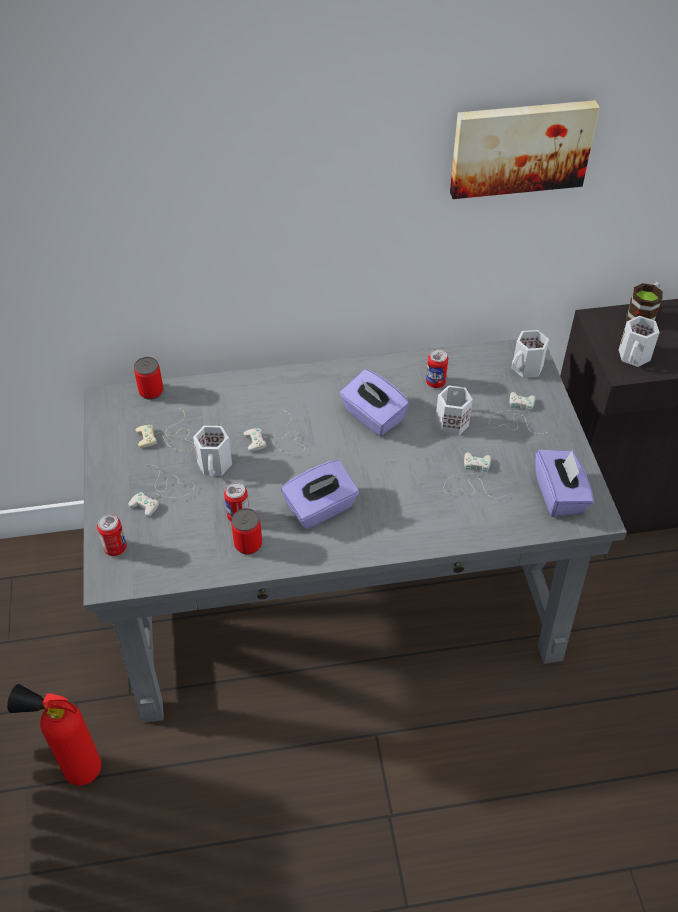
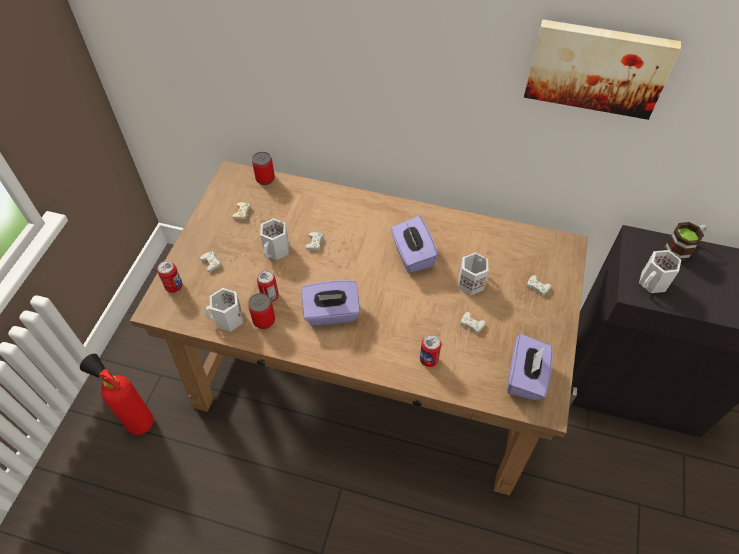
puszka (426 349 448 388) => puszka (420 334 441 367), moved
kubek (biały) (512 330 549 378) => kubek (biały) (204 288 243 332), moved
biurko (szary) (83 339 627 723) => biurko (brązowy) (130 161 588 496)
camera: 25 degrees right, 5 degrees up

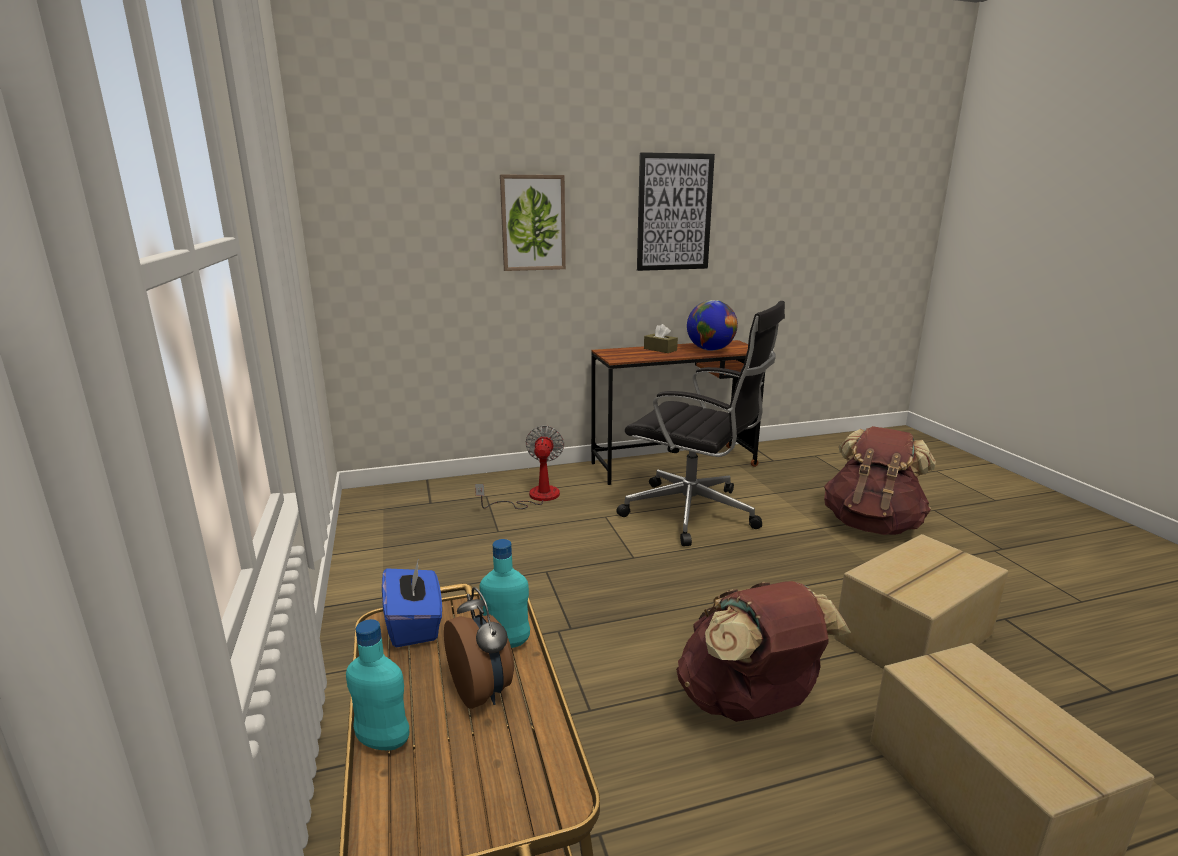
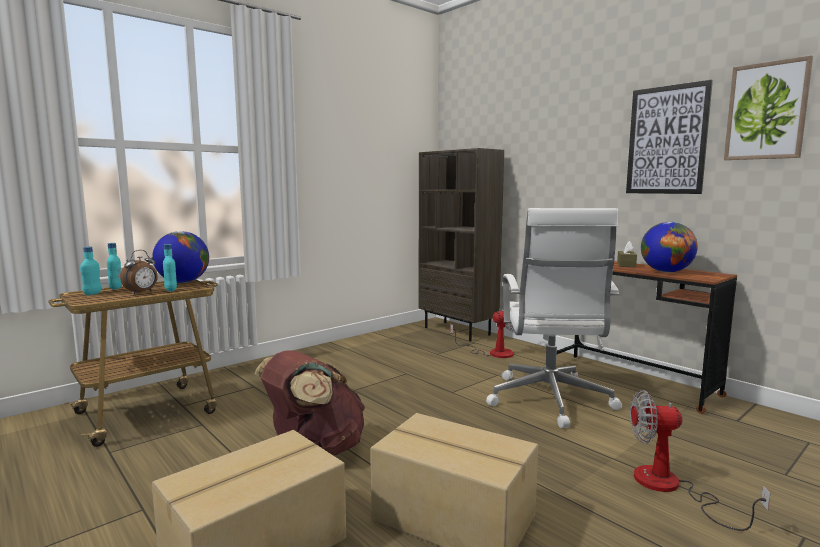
nothing => butelka (turkusowy) (80 247 102 295)
nothing => regał (brązowy) (418 148 504 341)
obraz (500 174 566 271) => obraz (724 55 813 160), moved
pudełko chusteczek (niebieski) (382 558 442 648) => globus (152 231 209 283)
plecak (brązowy) (824 426 936 535) => wentylator (630 390 770 531)
krzesło biurowe (czarny) (616 301 785 546) => krzesło biurowe (biały) (486 208 622 428)
camera: 65 degrees right, 10 degrees down

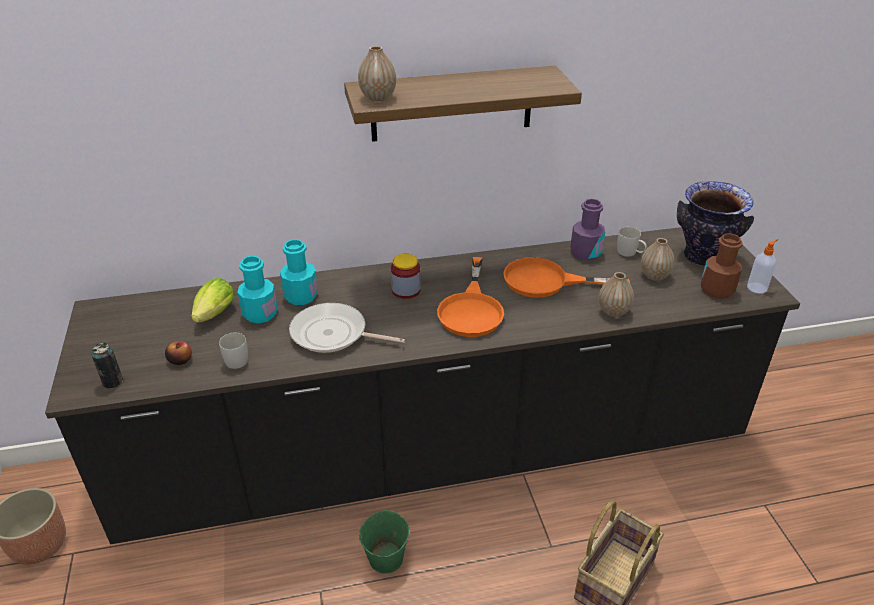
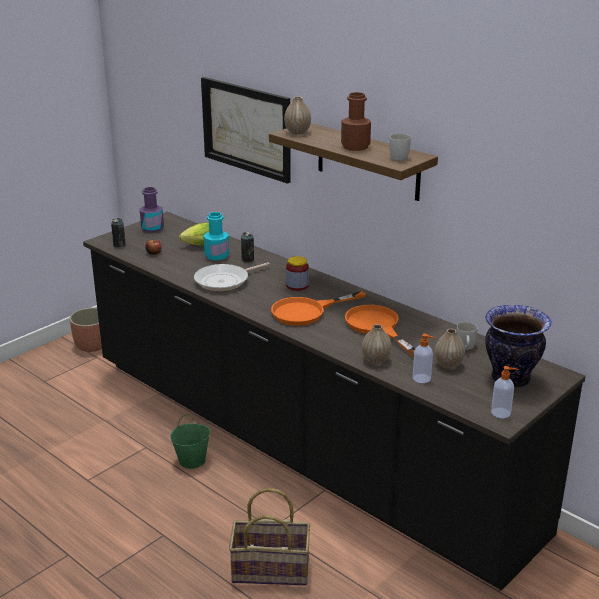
nothing => obraz (201 77 291 184)
nothing => dozownik mydła (413 334 435 383)
kubek (biały) (219 333 248 369) => kubek (biały) (390 134 411 161), moved
butelka (fioletowy) (570 199 605 261) => butelka (fioletowy) (140 187 164 232), moved
butelka (brązowy) (701 233 743 299) => butelka (brązowy) (341 92 371 151), moved
butelka (turkusowy) (280 239 318 305) => puszka (241 232 254 262)
patelnia (289 303 405 353) => patelnia (194 262 270 291), 105 degrees counterclockwise
camera: 55 degrees right, 10 degrees down

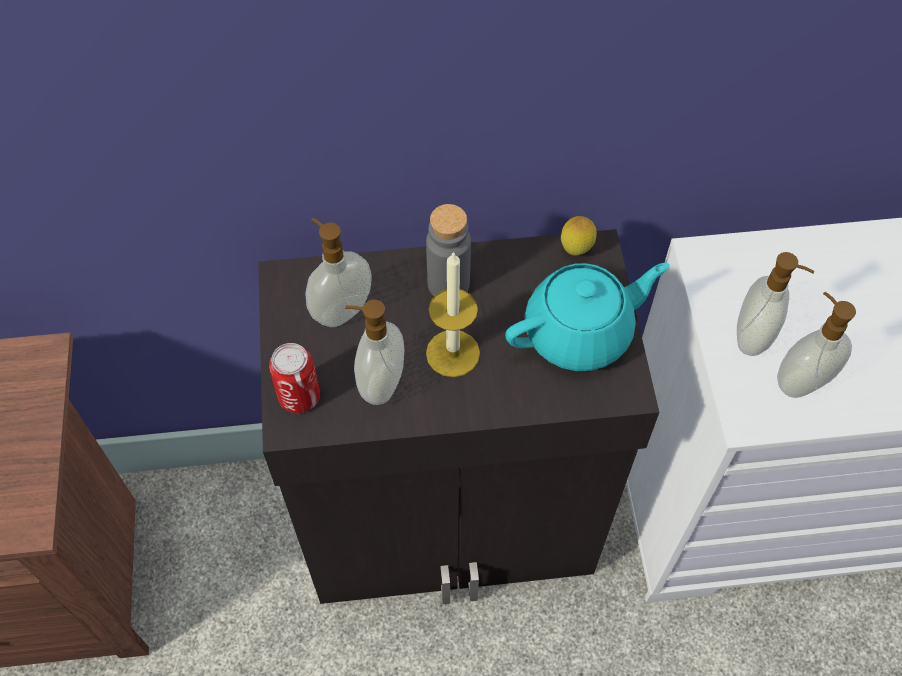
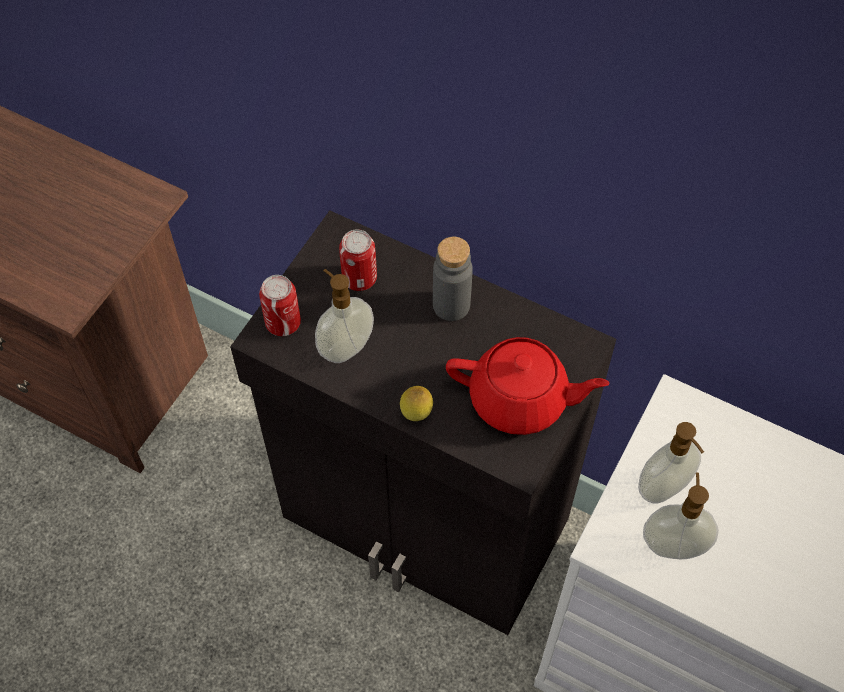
świeca (426 252 480 377) => nothing
cytryna (561 216 597 255) => cytryna (400 386 433 421), moved
dozownik mydła (305 218 372 327) => puszka (339 229 377 291)
imbryk (turkusowy) (505 263 670 371) => imbryk (czerwony) (446 337 610 435)
camera: 35 degrees right, 0 degrees up

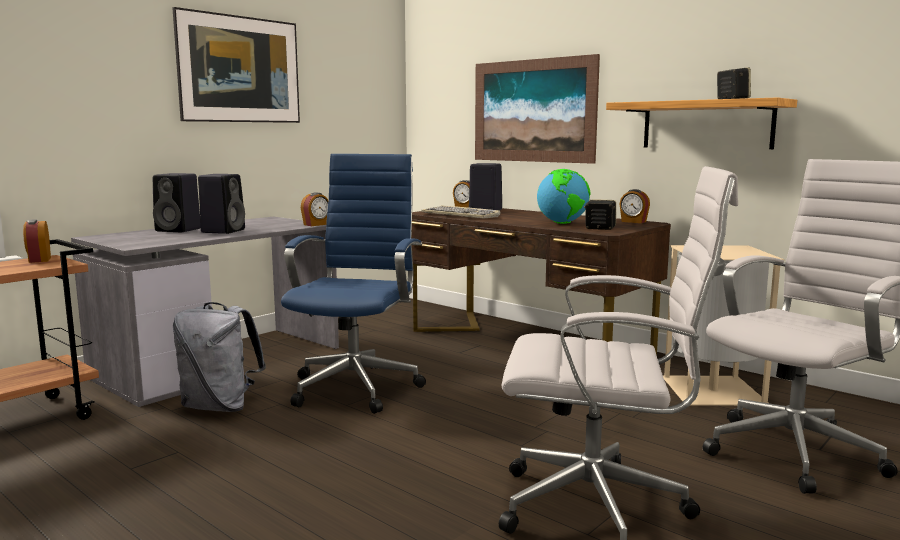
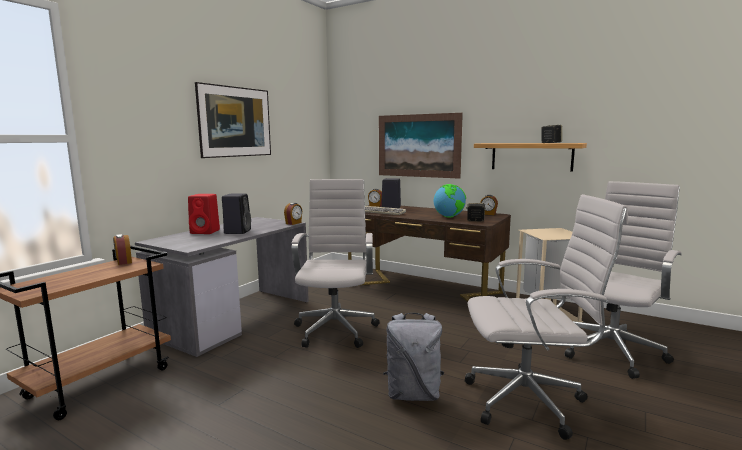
plecak (szary) (173 302 266 412) => plecak (szary) (383 313 444 401), moved
głośnik (czarny) (153 173 201 232) => głośnik (czerwony) (188 194 220 234)
krzesło biurowe (niebieski) (281 154 426 414) => krzesło biurowe (biały) (292 179 380 348)
camera: 10 degrees left, 0 degrees up

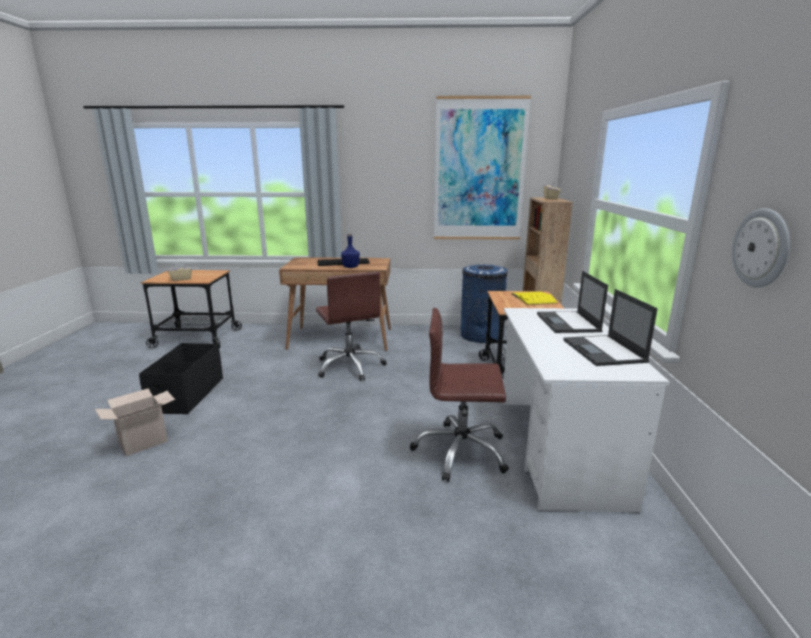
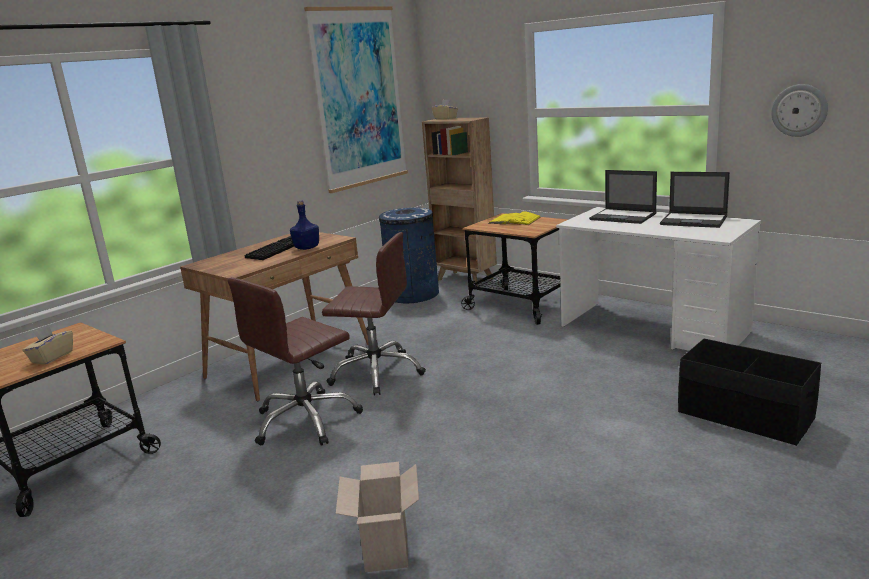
pojemnik do przechowywania (czarny) (139 343 223 414) => pojemnik do przechowywania (czarny) (678 339 821 446), moved
krzesło biurowe (brązowy) (410 308 509 482) => krzesło biurowe (brązowy) (228 278 363 446), moved
camera: 50 degrees left, 0 degrees up

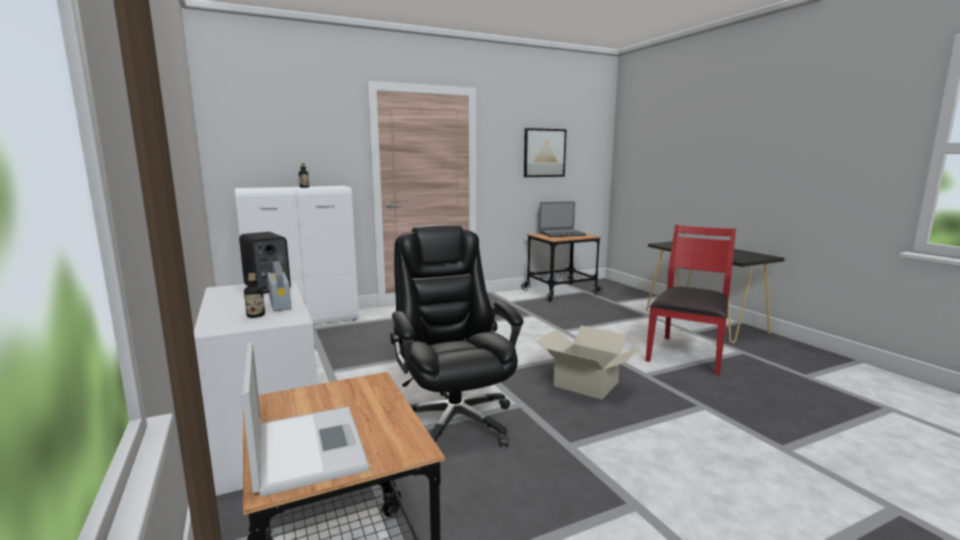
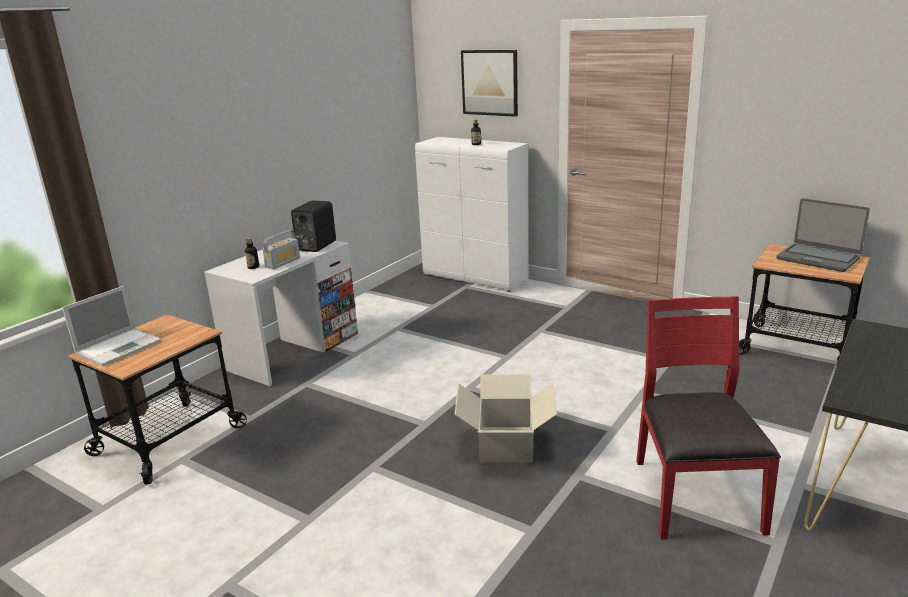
krzesło biurowe (czarny) (390 225 523 447) => nothing
obraz (524 128 567 177) => obraz (461 50 518 117), moved
krzesło (czerwony) (645 225 736 376) => krzesło (czerwony) (636 296 781 539), 90 degrees counterclockwise
camera: 60 degrees right, 10 degrees up

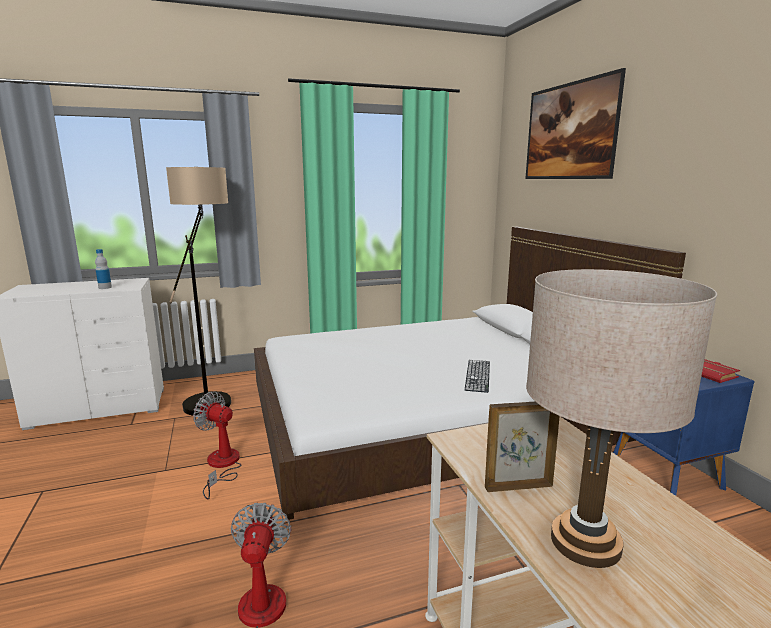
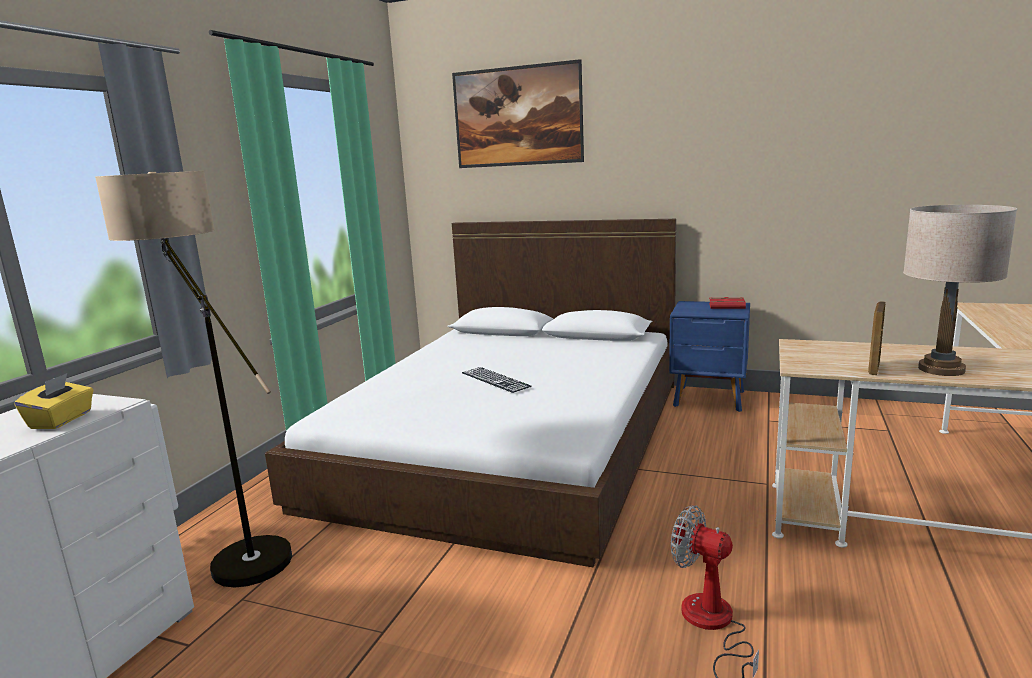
wentylator (193 392 241 499) => nothing
klawiatura (465 360 490 393) => klawiatura (462 367 532 393), moved
butelka (95 249 112 289) => pudełko chusteczek (żółty) (14 373 94 429)
camera: 50 degrees left, 0 degrees up

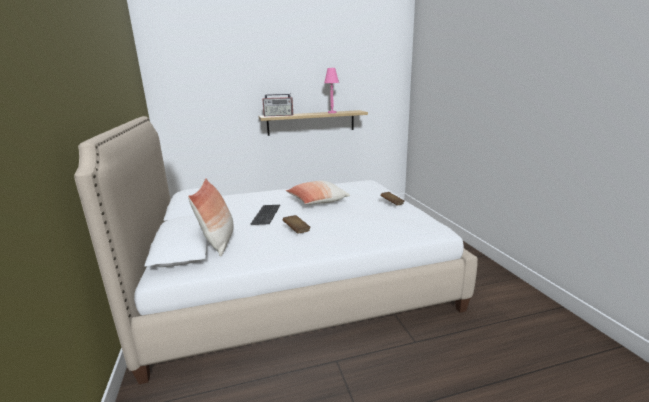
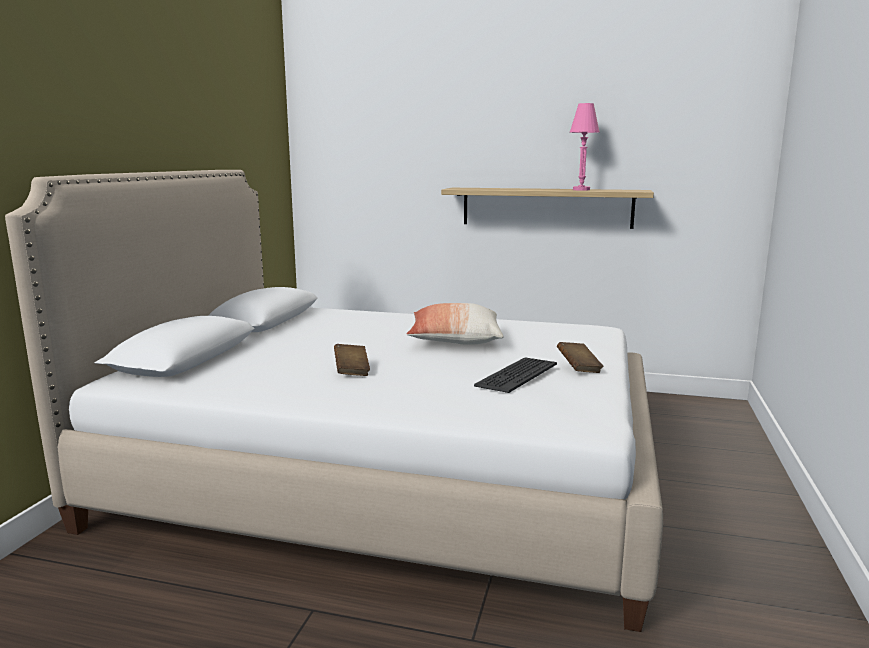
poduszka (188 178 234 257) => nothing
radio (262 93 293 116) => nothing
klawiatura (250 205 280 225) => klawiatura (474 357 557 393), moved
camera: 30 degrees right, 5 degrees down

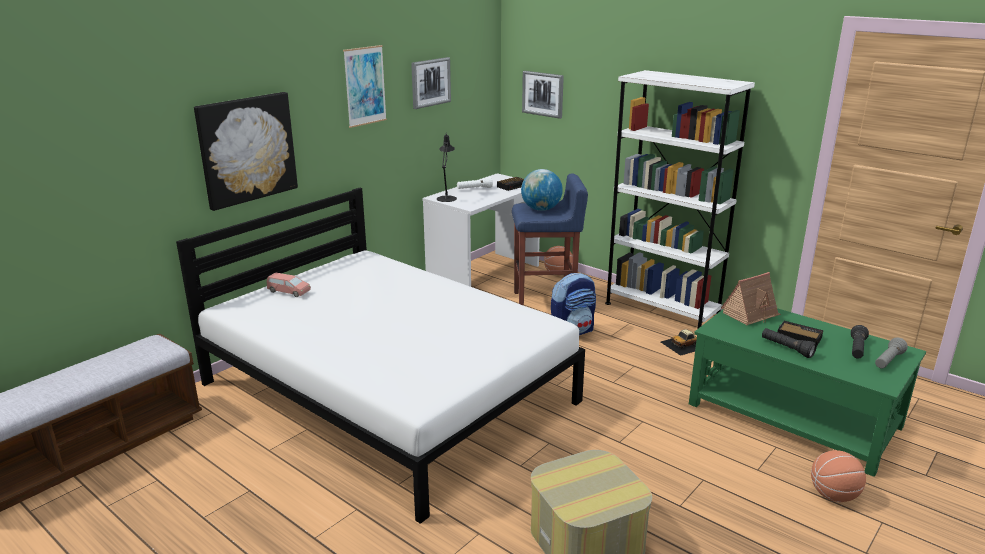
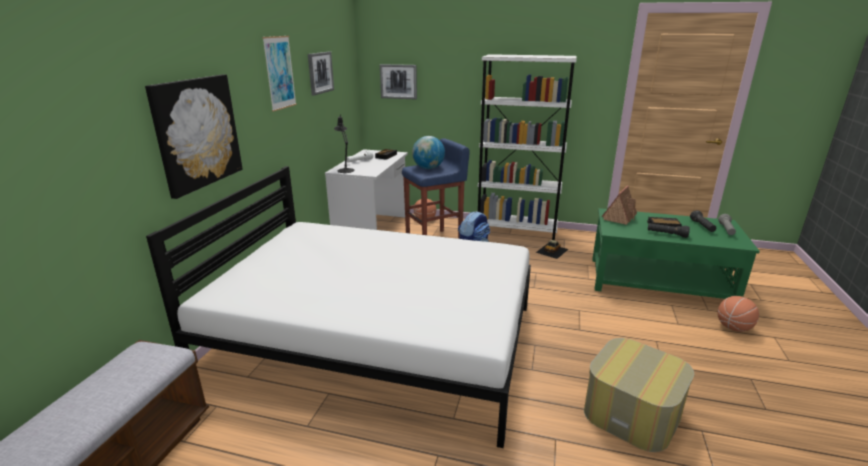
samochodzik (różowy) (267 272 311 297) => nothing
camera: 25 degrees left, 0 degrees up

